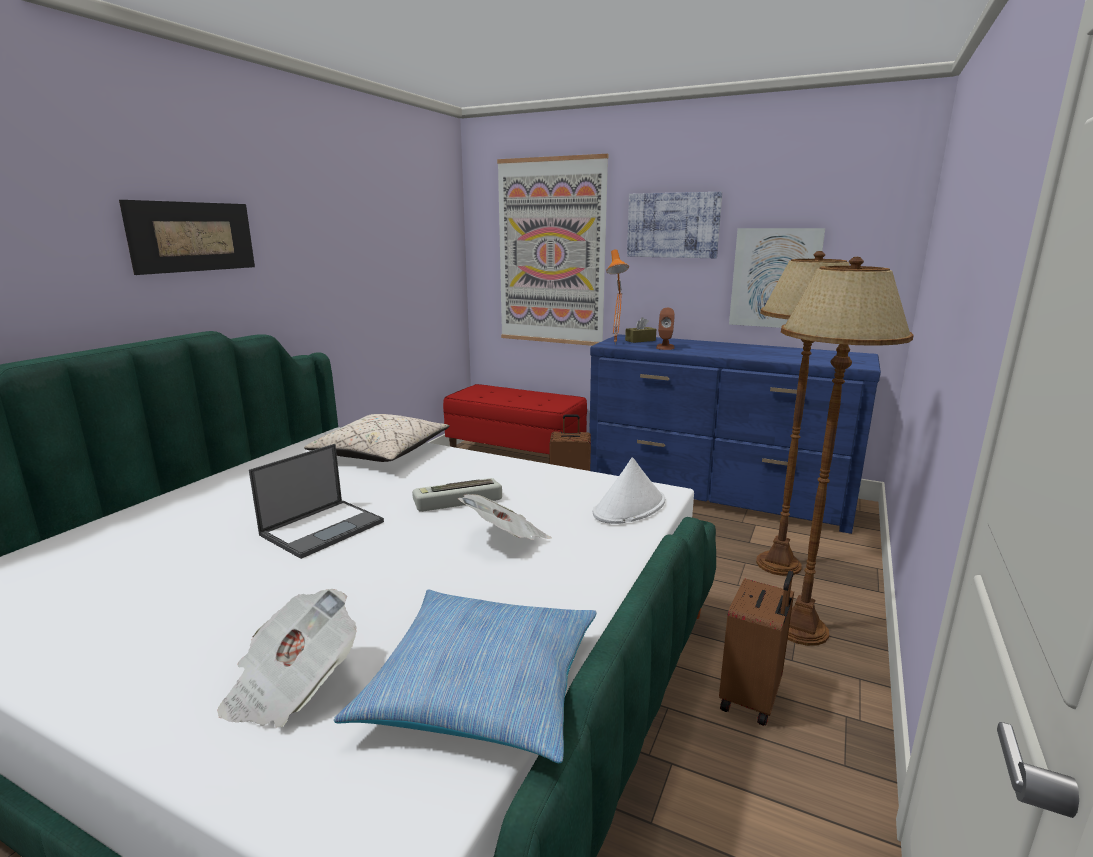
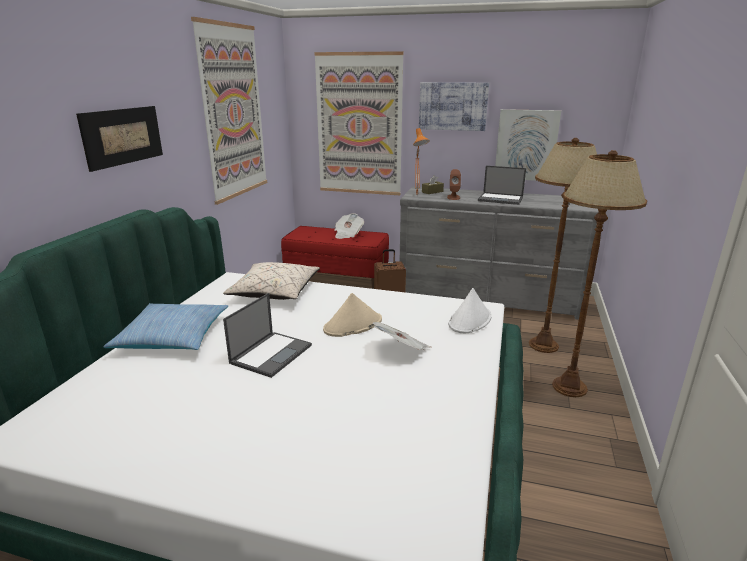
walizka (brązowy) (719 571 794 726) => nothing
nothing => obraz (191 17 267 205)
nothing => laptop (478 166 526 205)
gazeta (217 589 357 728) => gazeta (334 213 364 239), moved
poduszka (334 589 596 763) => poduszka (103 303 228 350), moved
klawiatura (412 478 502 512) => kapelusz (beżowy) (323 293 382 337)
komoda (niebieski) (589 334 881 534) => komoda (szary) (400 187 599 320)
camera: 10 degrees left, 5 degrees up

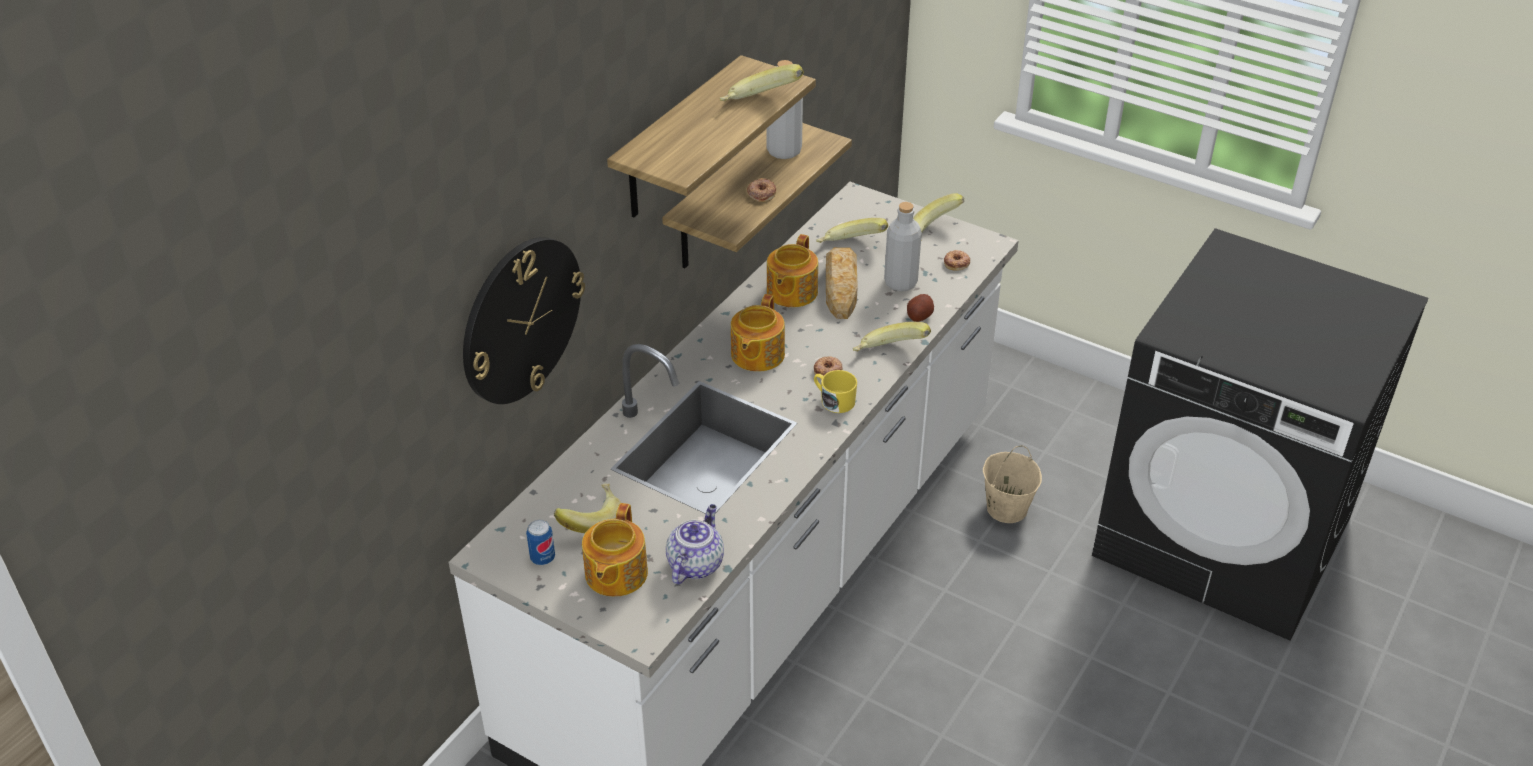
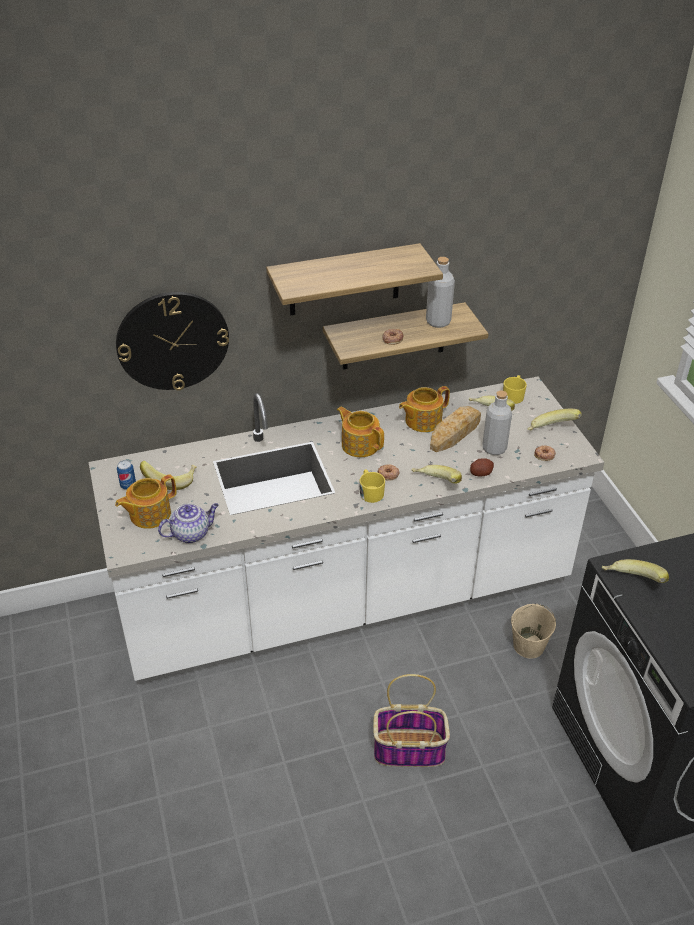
nothing => koszyk (374 674 450 767)
nothing => kubek (żółty) (503 375 527 404)
banan (720 64 804 101) => banan (602 559 669 583), moved
imbryk (731 294 785 372) => imbryk (337 407 384 457), 75 degrees clockwise
camera: 40 degrees right, 0 degrees up

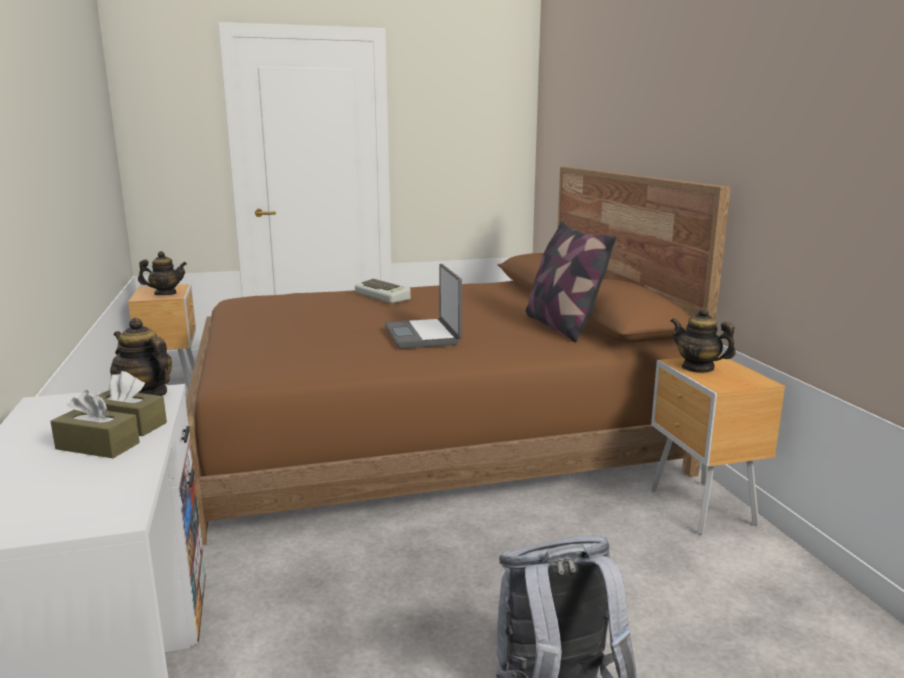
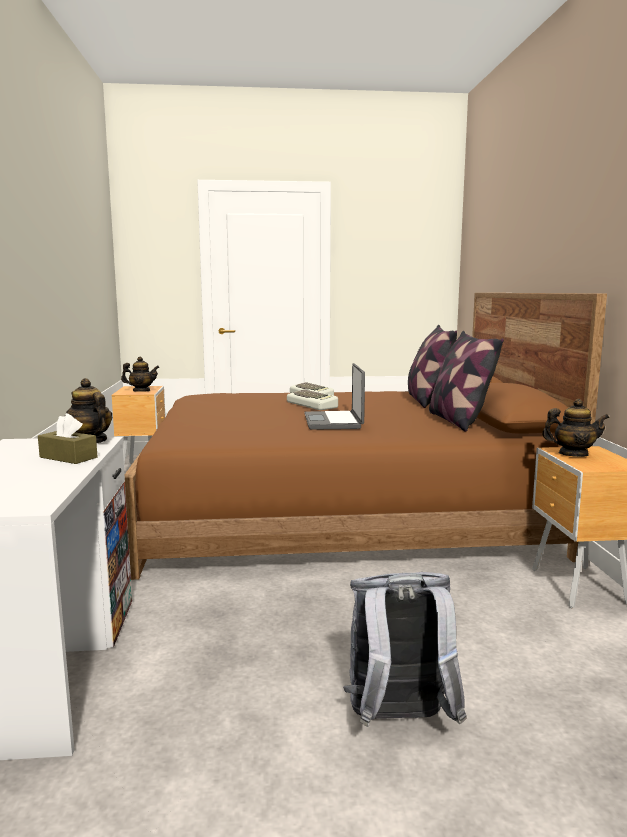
pudełko chusteczek (brązowy) (50 390 140 458) => nothing
nothing => klawiatura (287 389 338 410)
nothing => poduszka (408 325 457 408)
imbryk (670 307 736 373) => imbryk (542 399 610 457), 135 degrees clockwise
camera: 10 degrees right, 5 degrees down

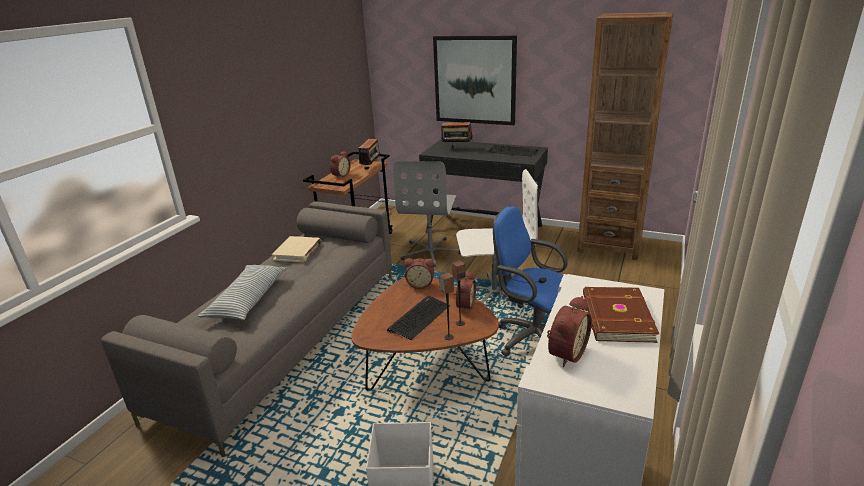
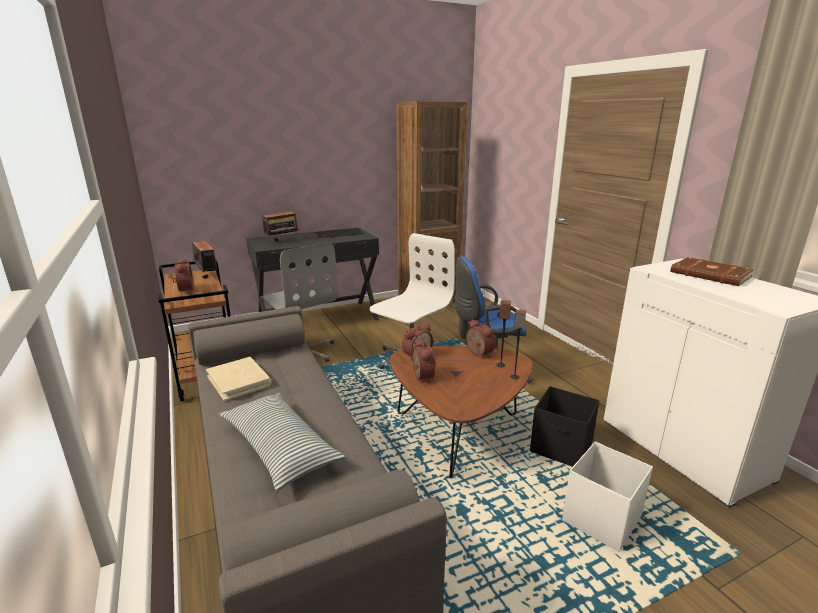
klawiatura (387 296 450 340) => nothing
obraz (433 36 517 125) => nothing
nothing => pojemnik do przechowywania (czarny) (530 386 599 467)
budzik (547 296 592 367) => budzik (412 338 435 383), moved
camera: 50 degrees left, 5 degrees down

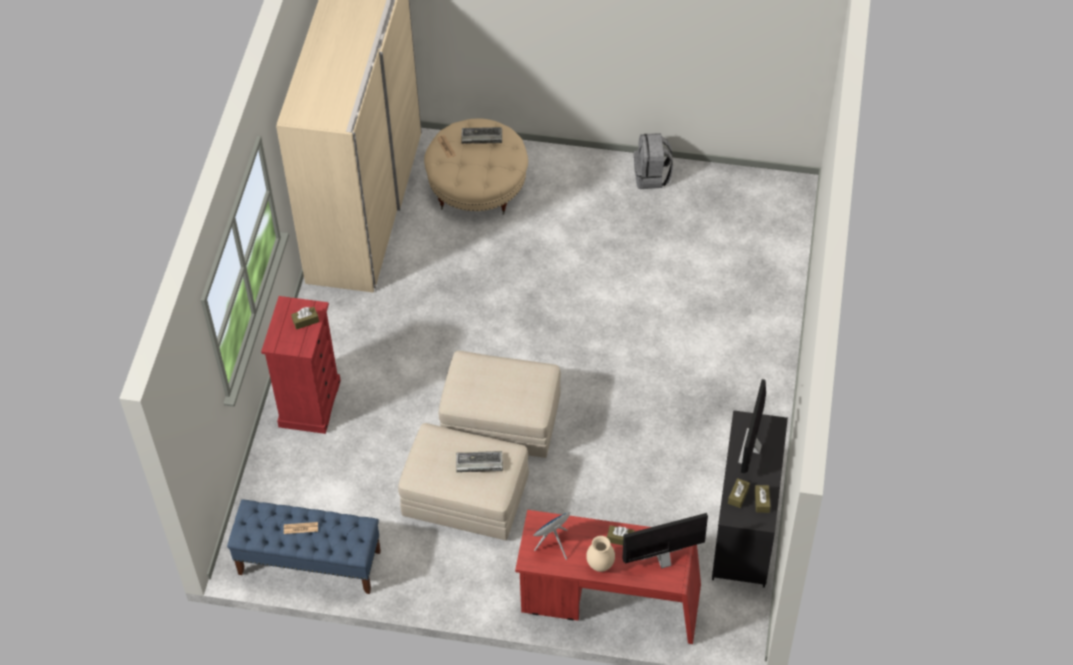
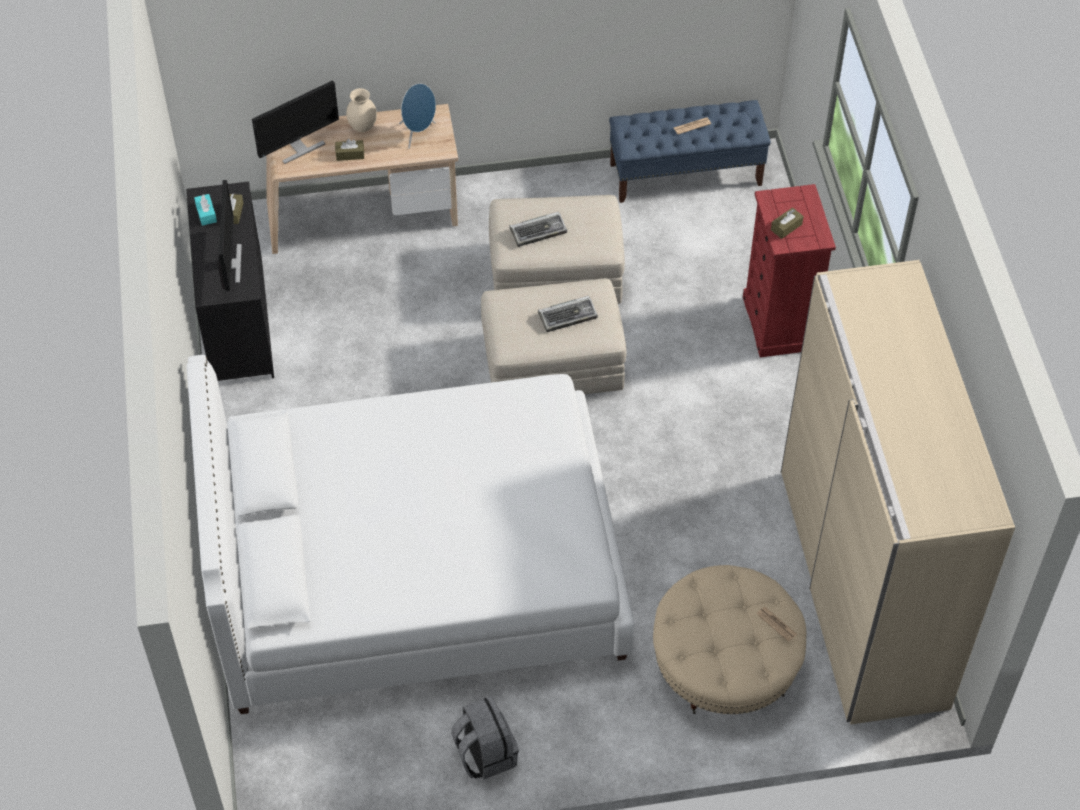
nothing => łóżko (biały) (187 355 634 714)
klawiatura (462 127 502 144) => klawiatura (538 296 598 332), moved
biurko (czerwony) (515 510 701 644) => biurko (beżowy) (266 104 458 254)
pudełko chusteczek (brązowy) (755 485 771 513) => pudełko chusteczek (turkusowy) (194 194 217 226)
camera: 160 degrees right, 0 degrees up

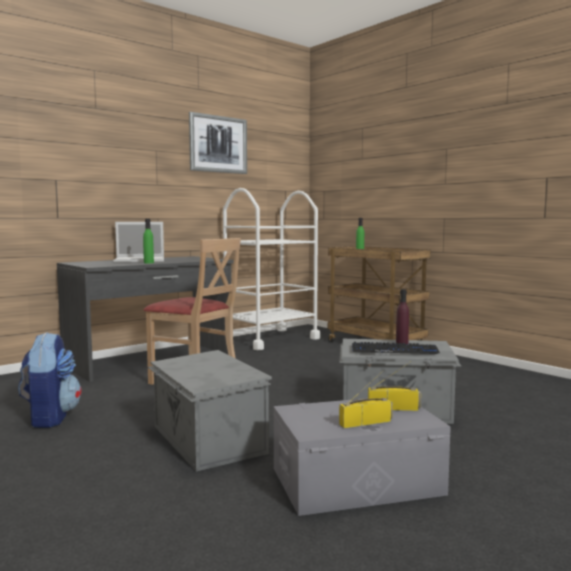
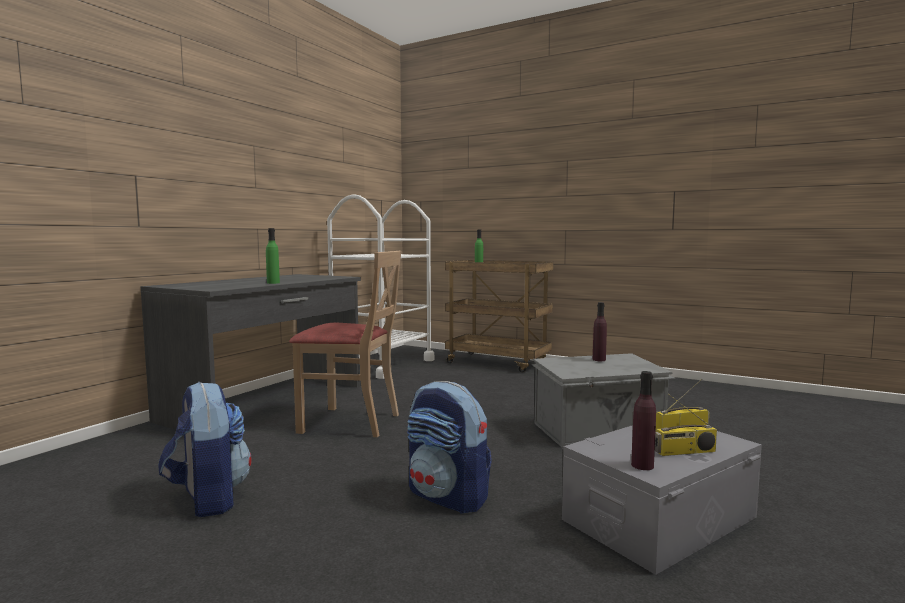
laptop (113 222 164 263) => nothing
obraz (189 112 247 174) => nothing
klawiatura (352 342 440 354) => nothing
nothing => butelka (fioletowy) (631 371 656 470)
pojemnik do przechowywania (szary) (148 350 272 471) => plecak (407 381 492 514)
radio (339 370 393 428) => radio (655 394 717 456), 150 degrees counterclockwise
camera: 20 degrees left, 0 degrees up

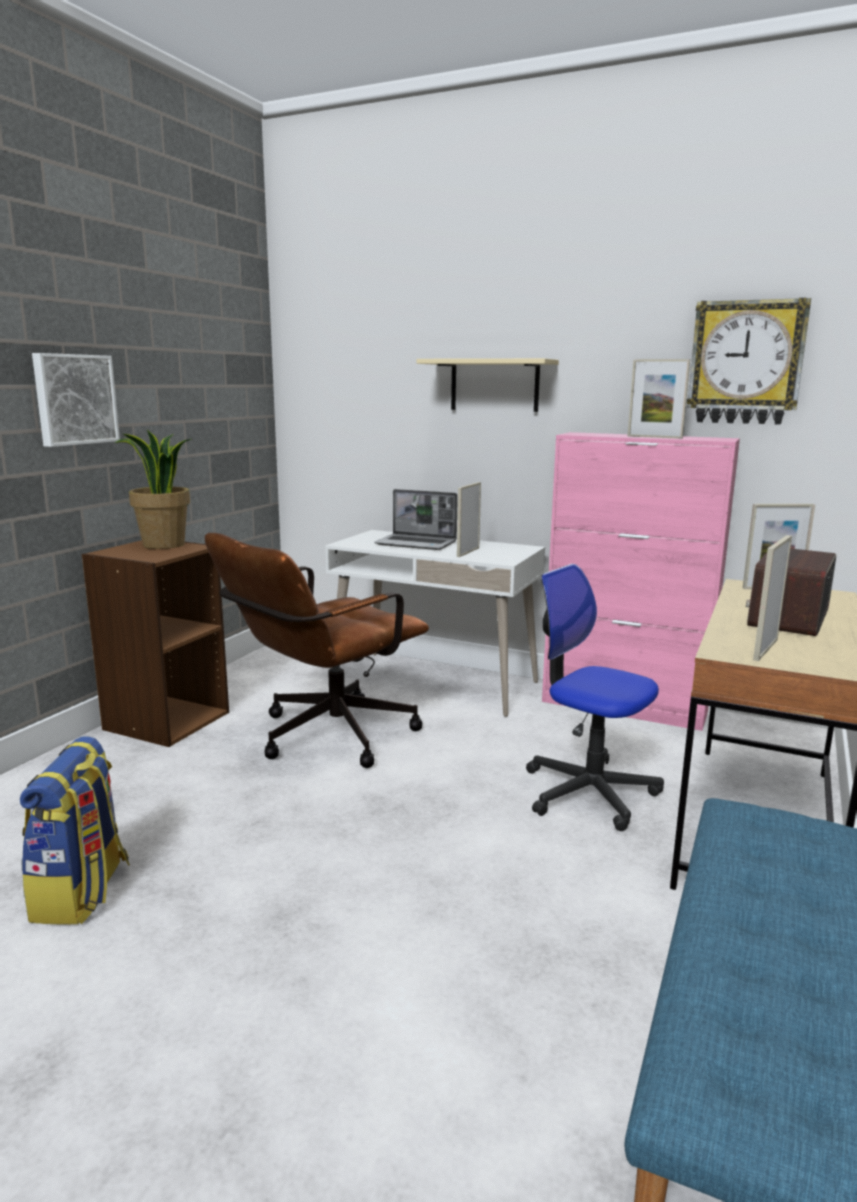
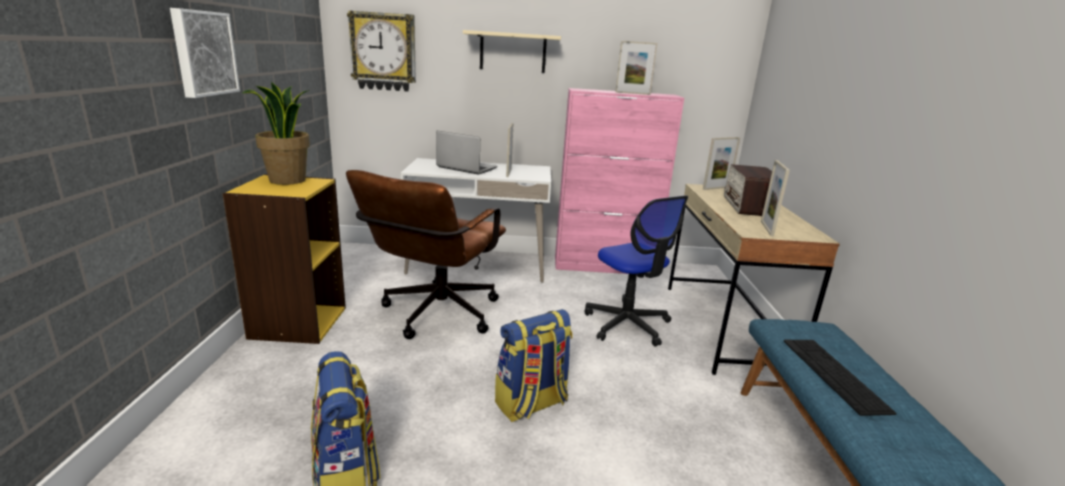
nothing => plecak (495 309 573 422)
nothing => klawiatura (784 340 897 416)
zegar ścienny (687 298 811 425) => zegar ścienny (347 11 416 92), moved
regał (brązowy) (82 540 229 747) => regał (żółty) (222 174 346 344)
laptop (375 489 458 550) => laptop (436 131 497 175), 150 degrees counterclockwise
krzesło biurowe (526 564 664 831) => krzesło biurowe (585 196 688 346), 135 degrees counterclockwise
camera: 25 degrees left, 5 degrees up

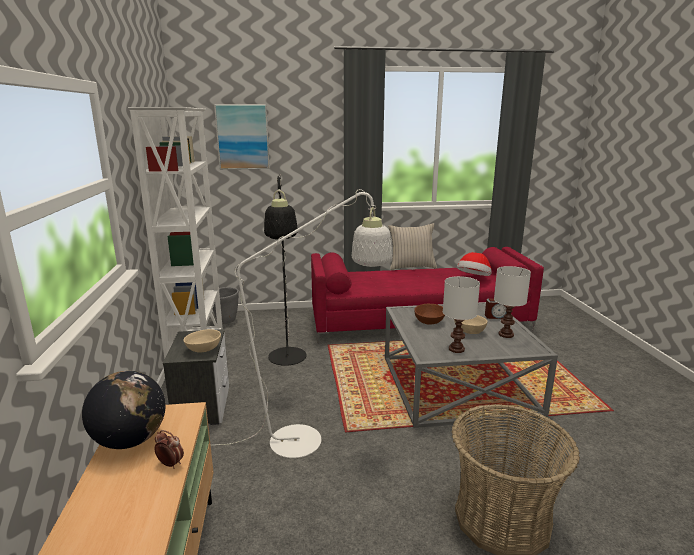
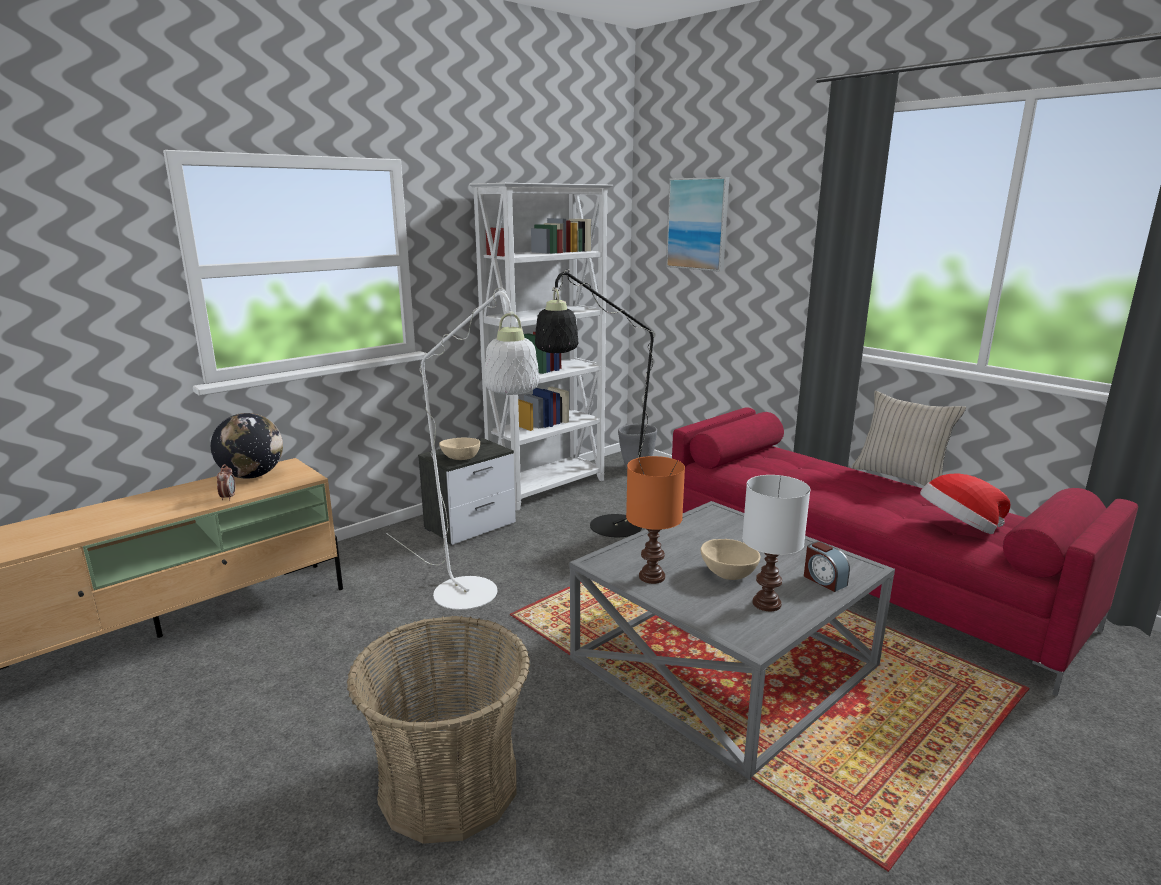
miska (brązowy) (414 304 445 325) => nothing
lampa stołowa (biały) (443 276 480 353) => lampa stołowa (pomarańczowy) (626 456 685 584)
camera: 55 degrees right, 0 degrees up

